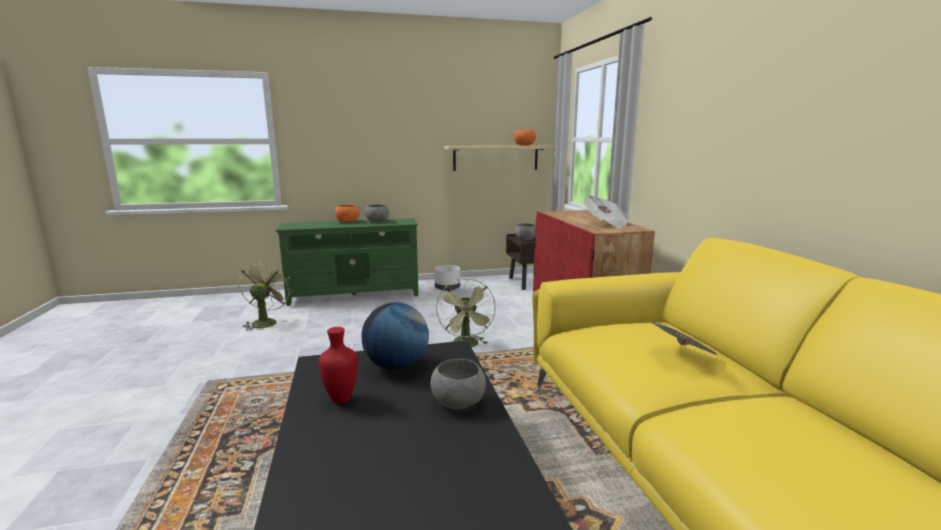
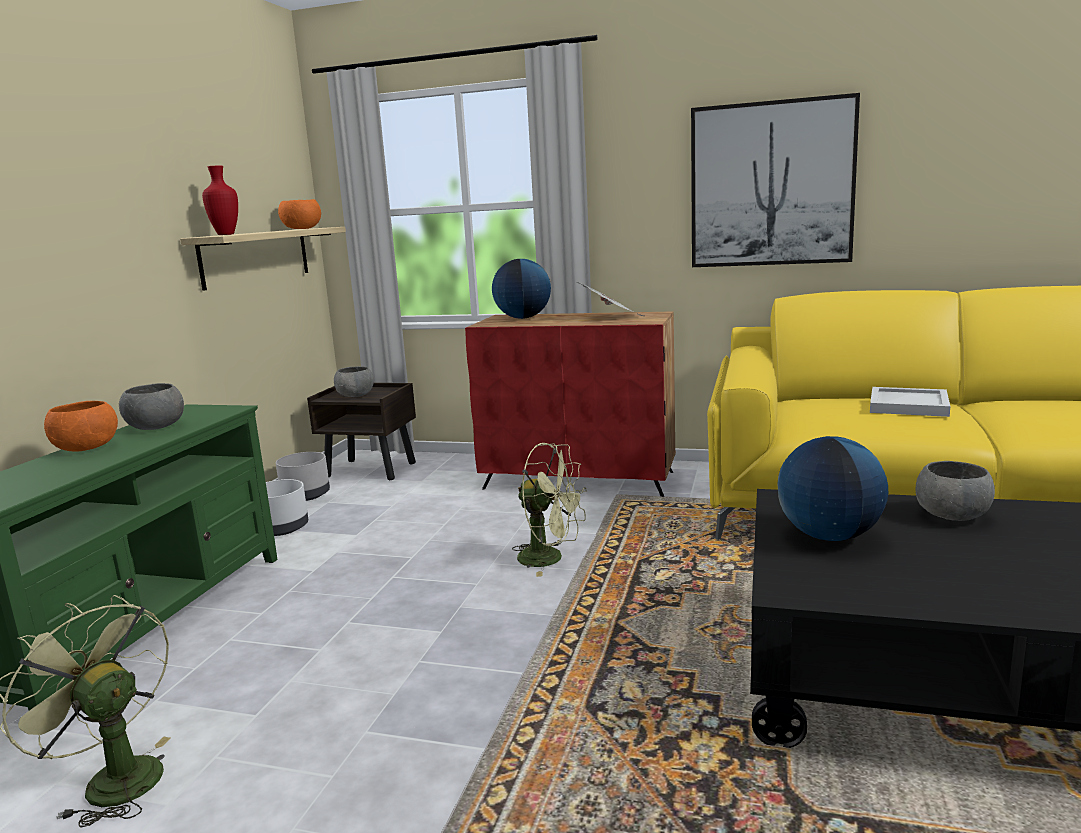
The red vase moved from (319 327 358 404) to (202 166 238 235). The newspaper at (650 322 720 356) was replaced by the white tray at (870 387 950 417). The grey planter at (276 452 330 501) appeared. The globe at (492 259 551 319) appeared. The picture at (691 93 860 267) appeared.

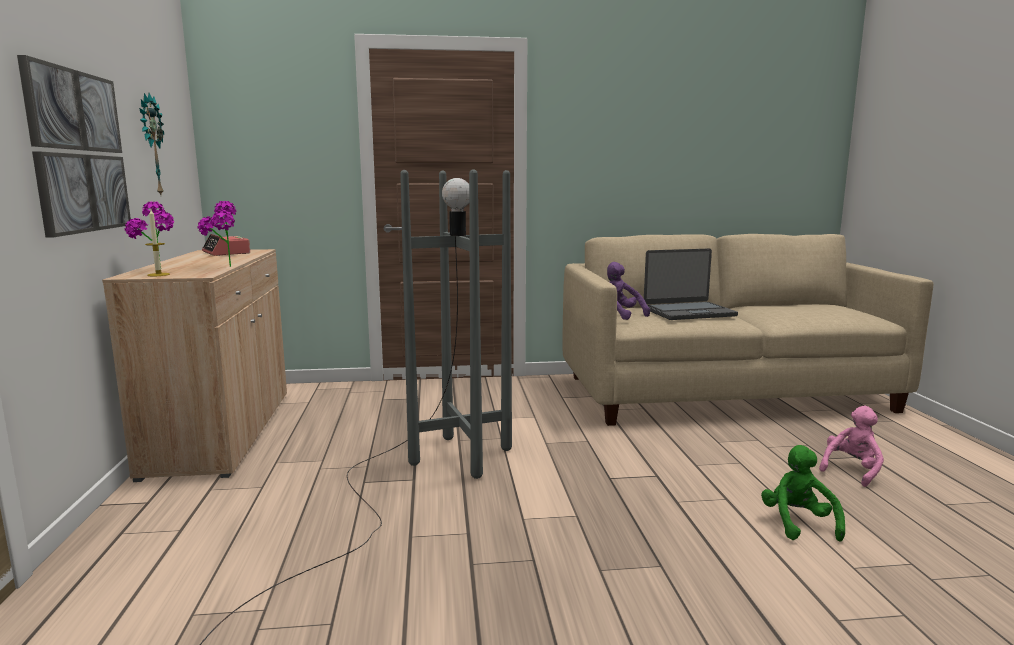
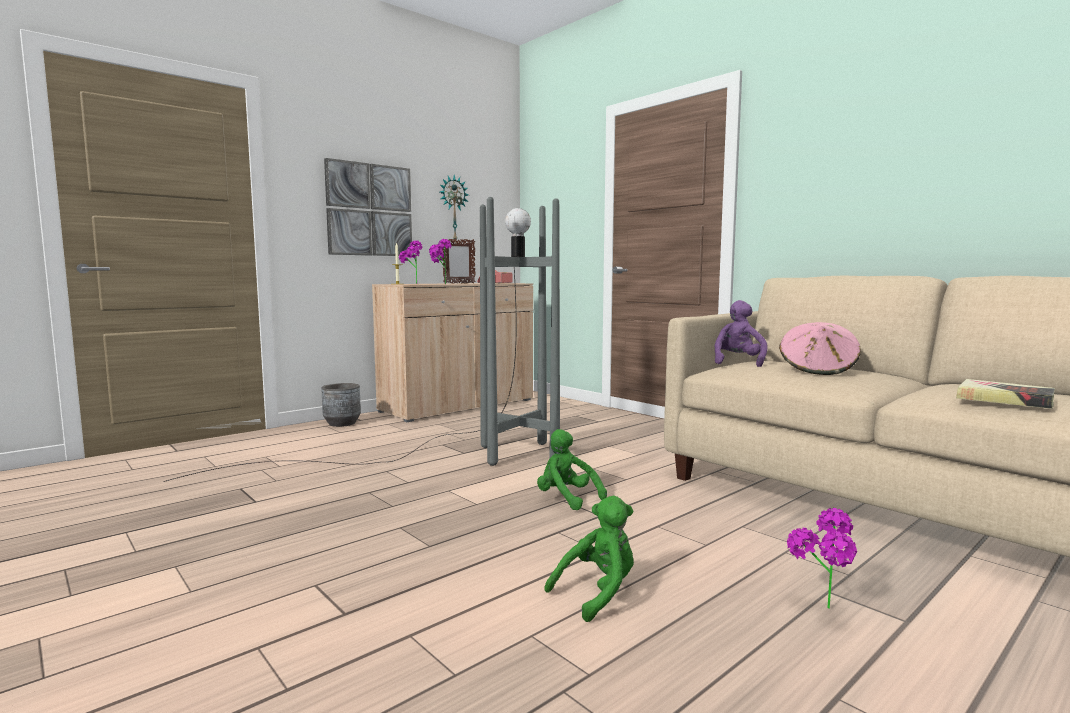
The laptop at (644 249 738 320) was replaced by the pink hat at (779 322 861 375). The pink plush toy at (819 406 884 487) was replaced by the potted plant at (787 508 857 609). The grey planter at (322 383 361 427) appeared. The picture frame at (442 239 476 284) appeared. The green plush toy at (537 429 607 511) appeared. The book at (956 379 1055 409) appeared.

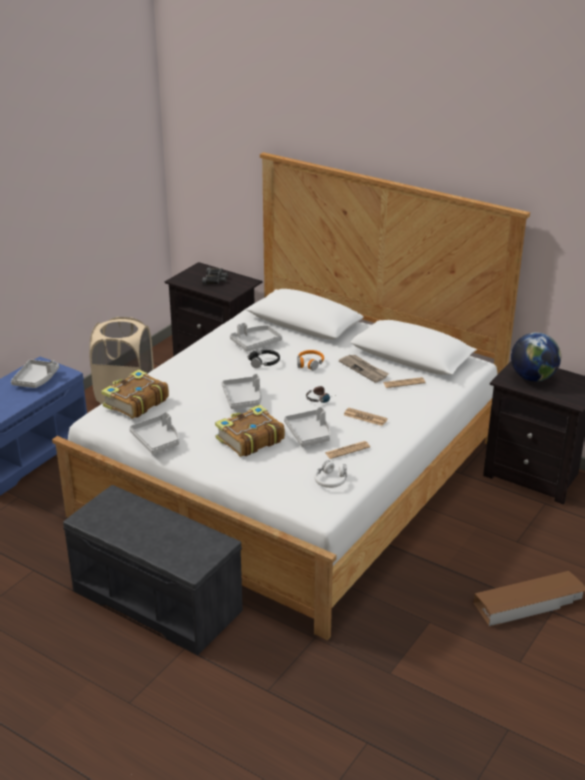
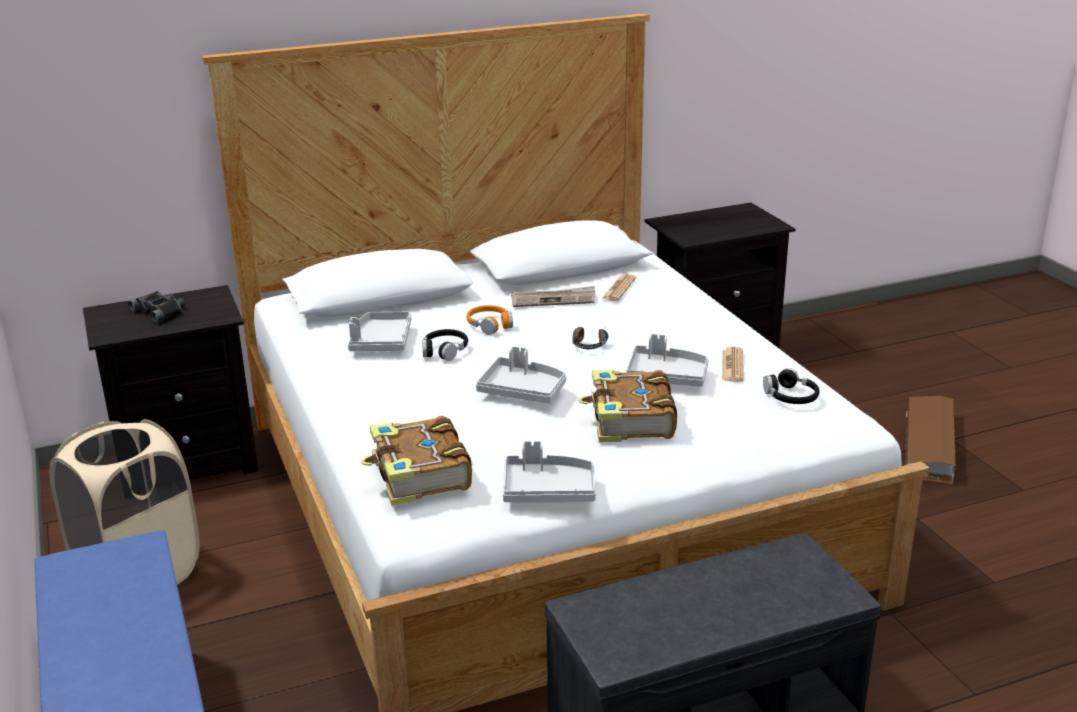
The grey tray at (11 359 59 388) disappeared. The white headphones at (314 460 347 488) became the black headphones at (763 368 819 404). The newspaper at (344 408 388 426) disappeared. The globe at (511 332 561 382) disappeared.

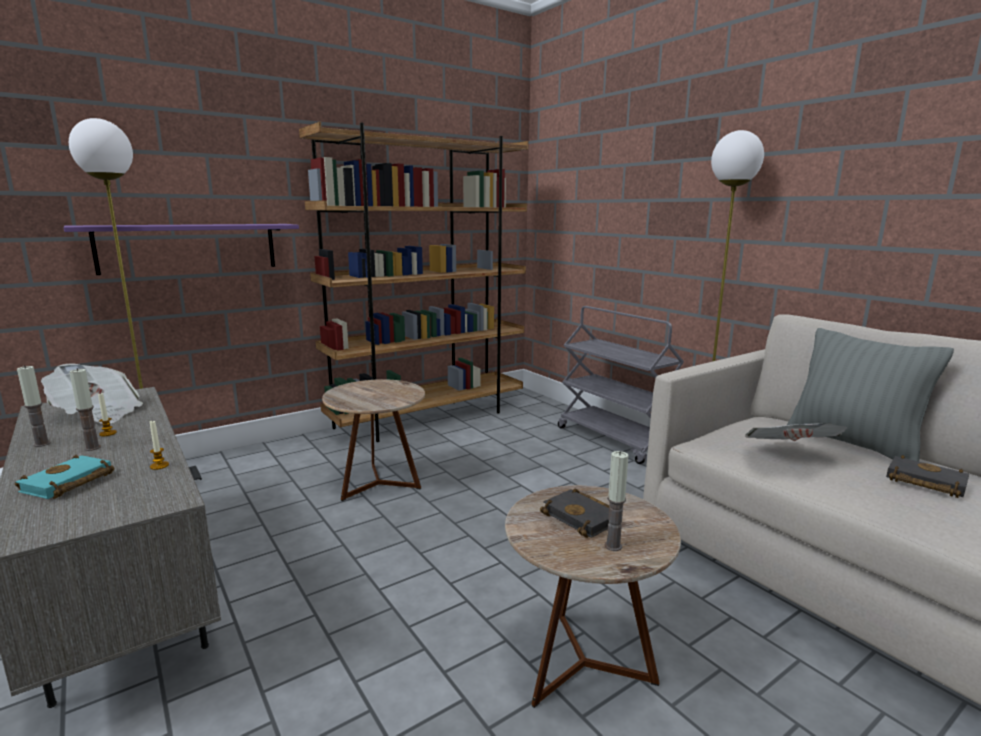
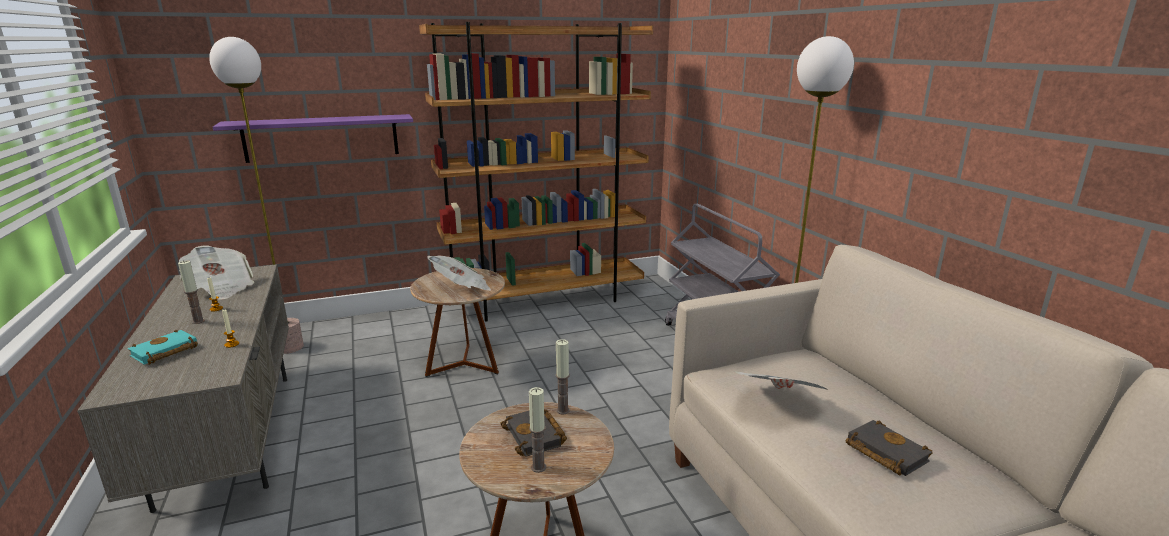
The candle moved from (17 365 51 447) to (556 339 570 414). The grey pillow at (787 328 954 461) disappeared. The newspaper at (427 256 491 291) appeared.

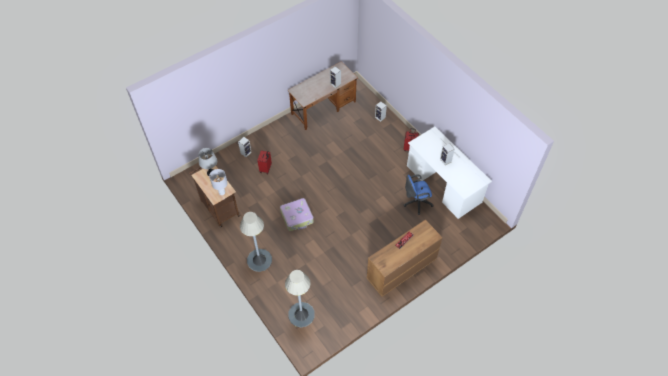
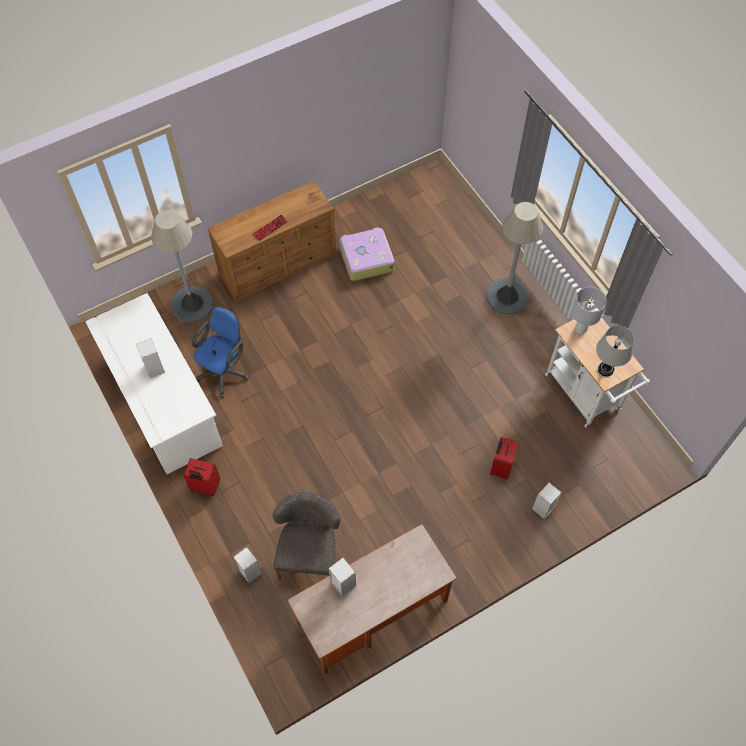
The brown cart at (189 166 240 228) became the white cart at (545 309 650 427). The suitcase moved from (280 198 314 231) to (339 227 394 281). The grey floor lamp moved from (285 270 315 327) to (151 210 214 322). The blue office chair at (404 174 434 215) turned 45 degrees counterclockwise. The grey chair at (272 492 341 580) appeared.

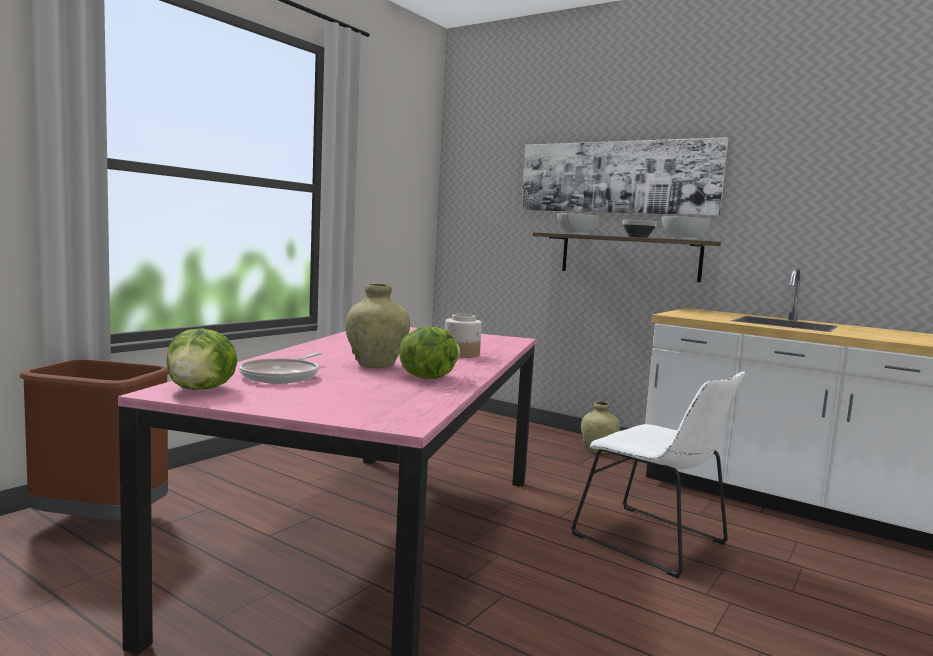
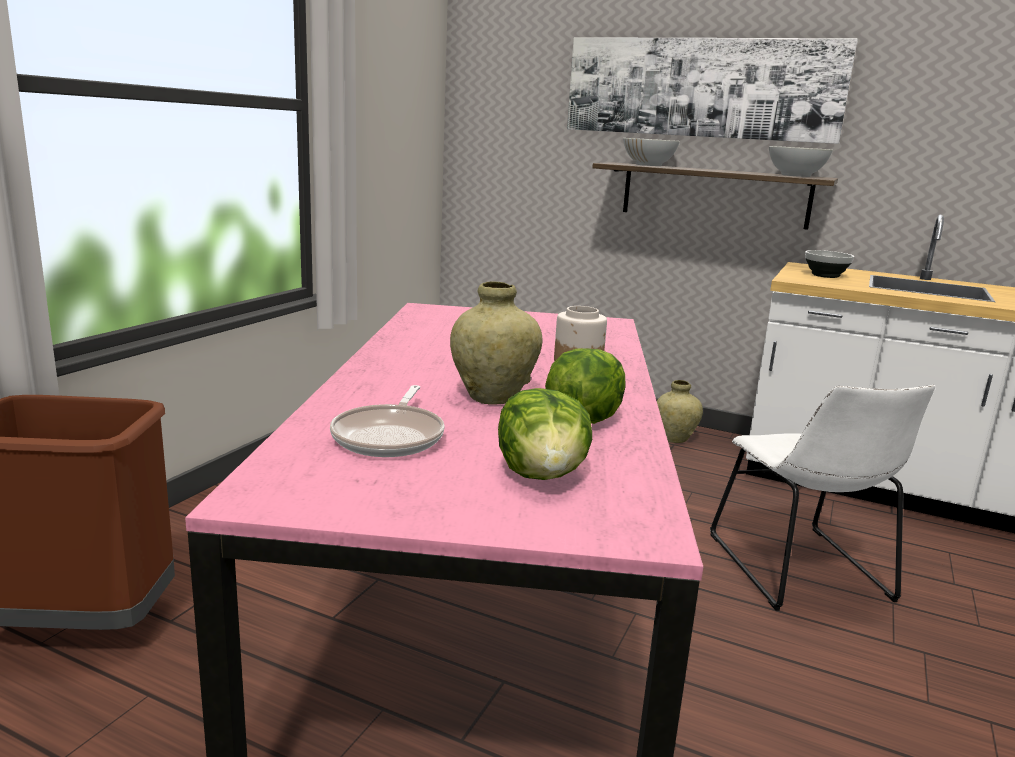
The lettuce moved from (167 328 238 390) to (498 388 592 480). The white chair at (571 371 745 578) turned 45 degrees clockwise. The bowl moved from (623 220 657 238) to (805 250 854 278).

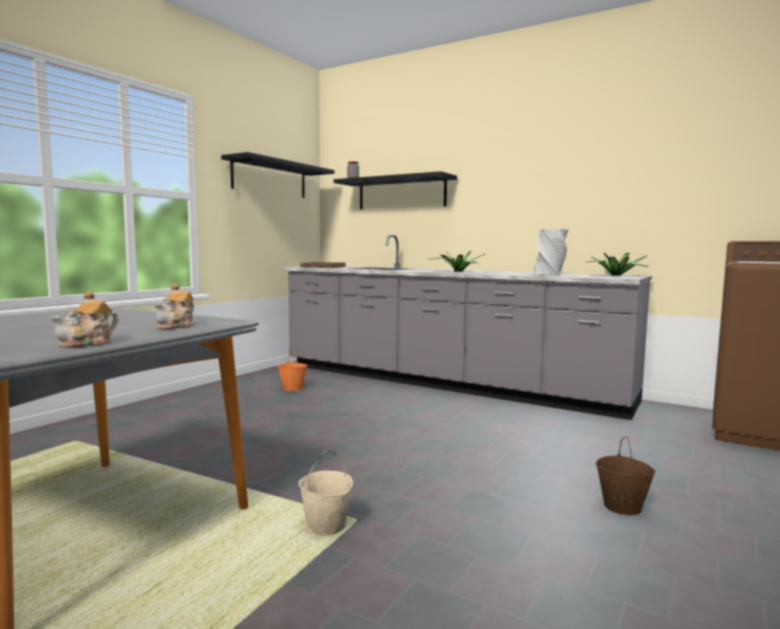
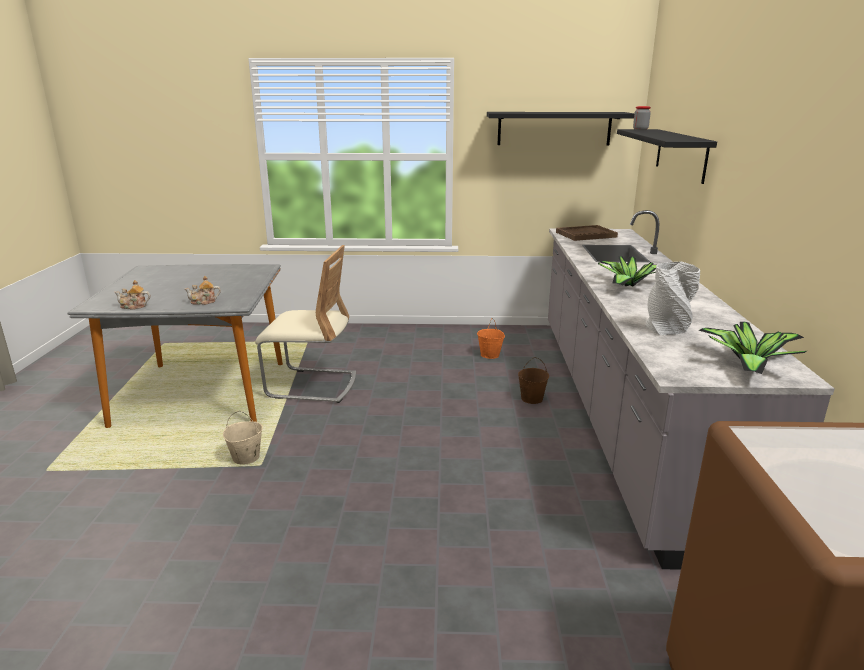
The brown bucket moved from (595 436 656 515) to (518 357 549 404). The beige chair at (255 245 356 403) appeared.

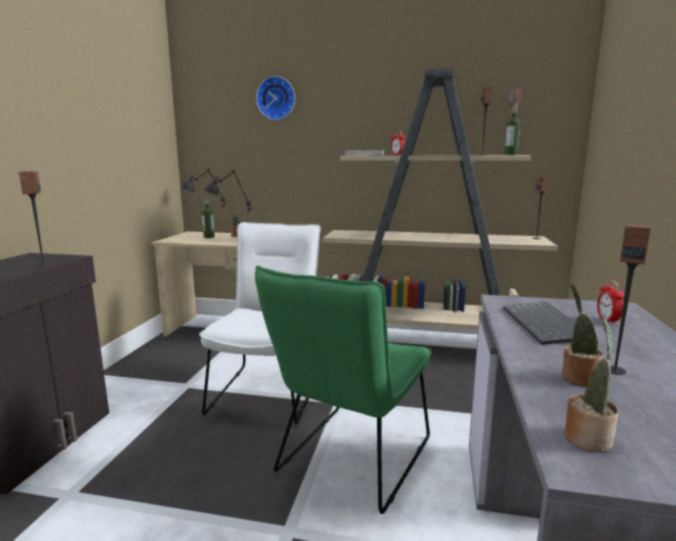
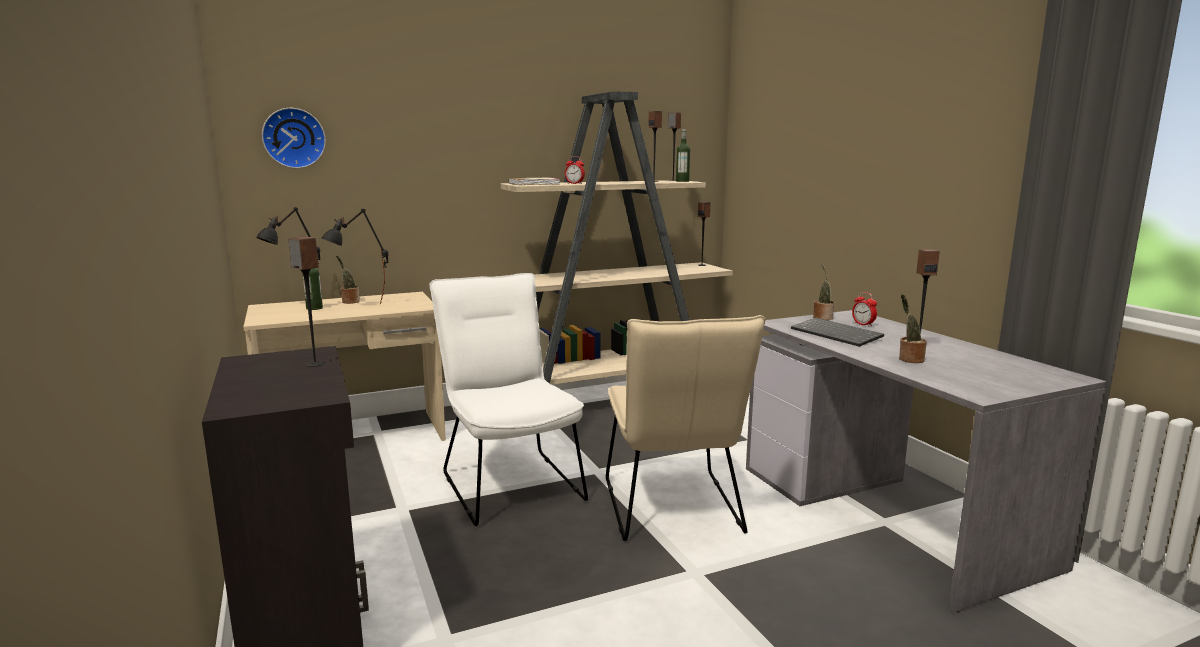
The green chair at (255 266 431 514) became the beige chair at (606 315 766 541). The wall clock moved from (256 76 295 120) to (262 108 326 168). The potted plant moved from (564 317 618 452) to (813 264 834 320).

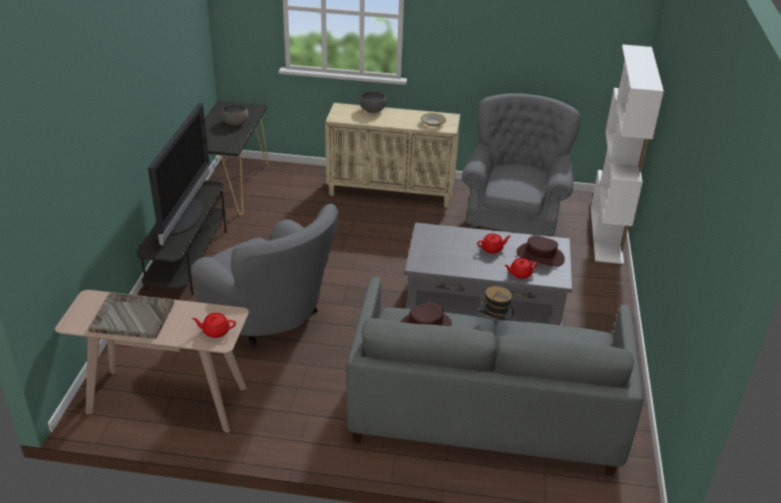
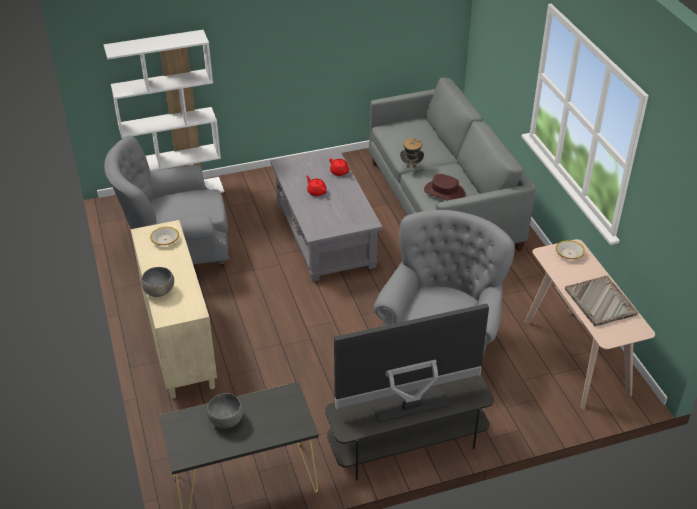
The red teapot at (192 313 236 338) was replaced by the bowl at (556 240 585 259). The brown hat at (516 235 565 267) disappeared.

